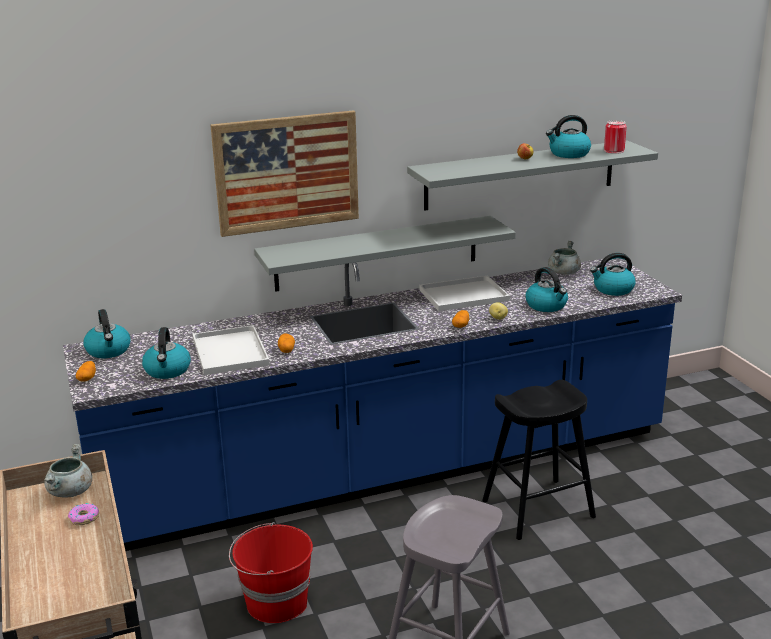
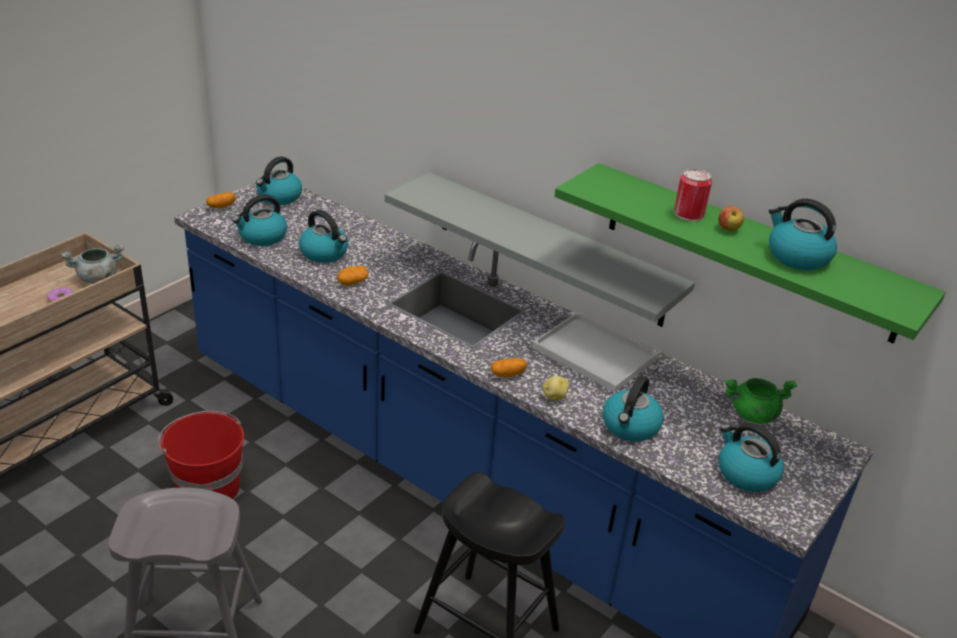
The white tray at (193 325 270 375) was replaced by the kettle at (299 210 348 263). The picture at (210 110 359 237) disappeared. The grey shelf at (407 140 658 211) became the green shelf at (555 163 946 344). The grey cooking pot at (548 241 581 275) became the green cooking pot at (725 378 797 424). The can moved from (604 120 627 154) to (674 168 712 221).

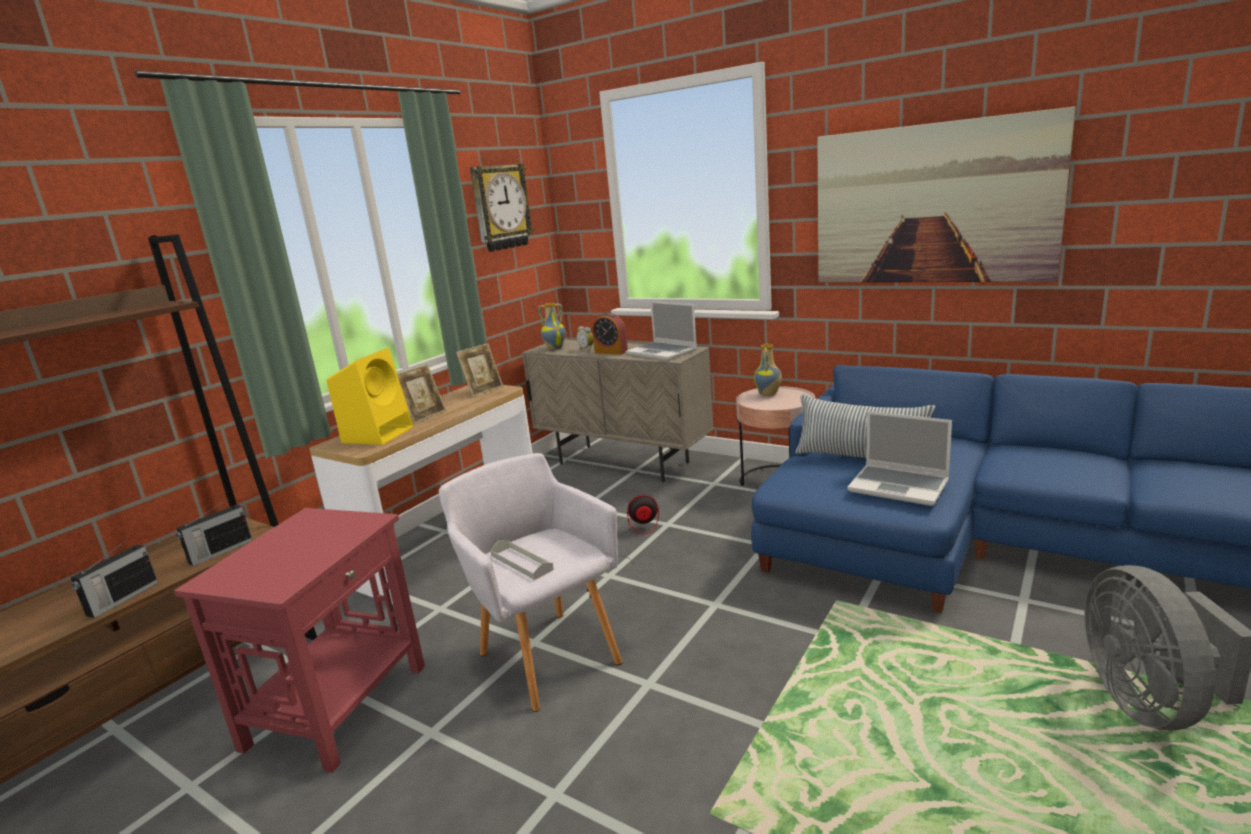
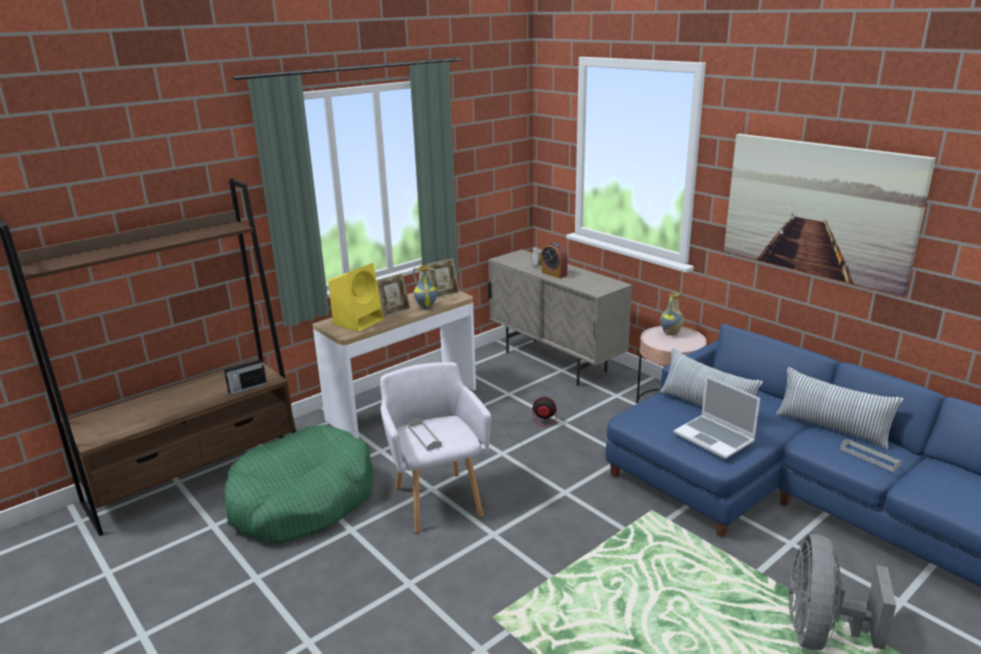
The radio at (71 539 158 618) disappeared. The red side table at (174 508 425 773) was replaced by the green dog bed at (225 425 374 543). The wall clock at (470 164 534 252) disappeared. The vase moved from (538 303 566 350) to (413 266 437 309). The laptop at (626 301 697 361) disappeared. The pillow at (776 367 903 450) appeared. The grey tray at (840 439 902 472) appeared.

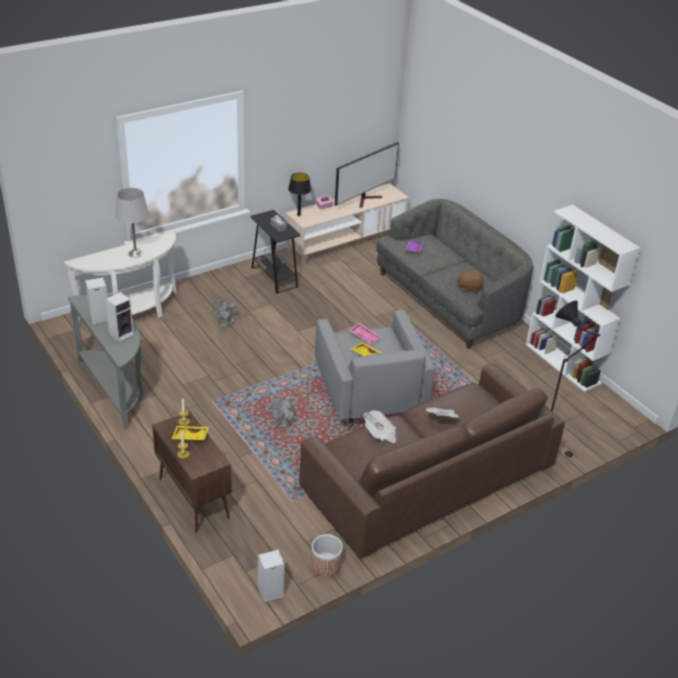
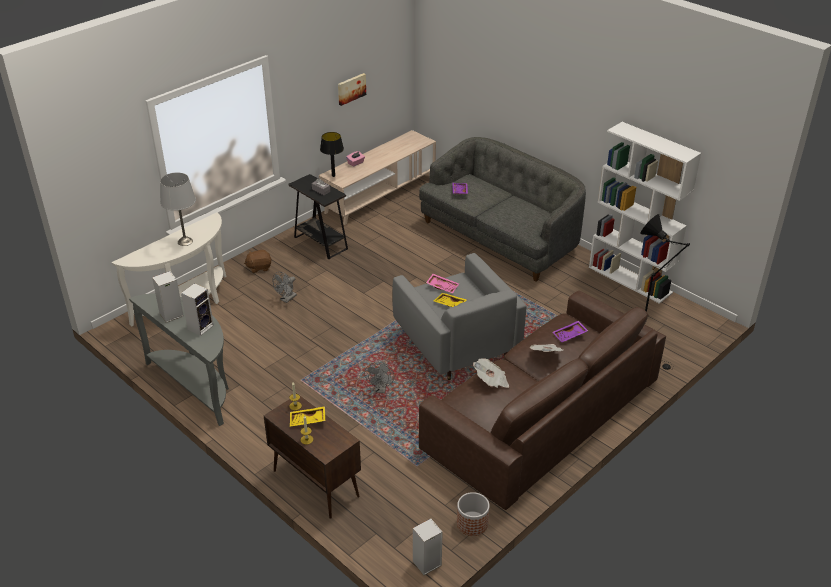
The television at (335 142 399 208) disappeared. The brown plush toy moved from (456 269 484 293) to (244 250 272 273). The picture at (338 73 366 106) appeared. The purple tray at (552 321 588 342) appeared.

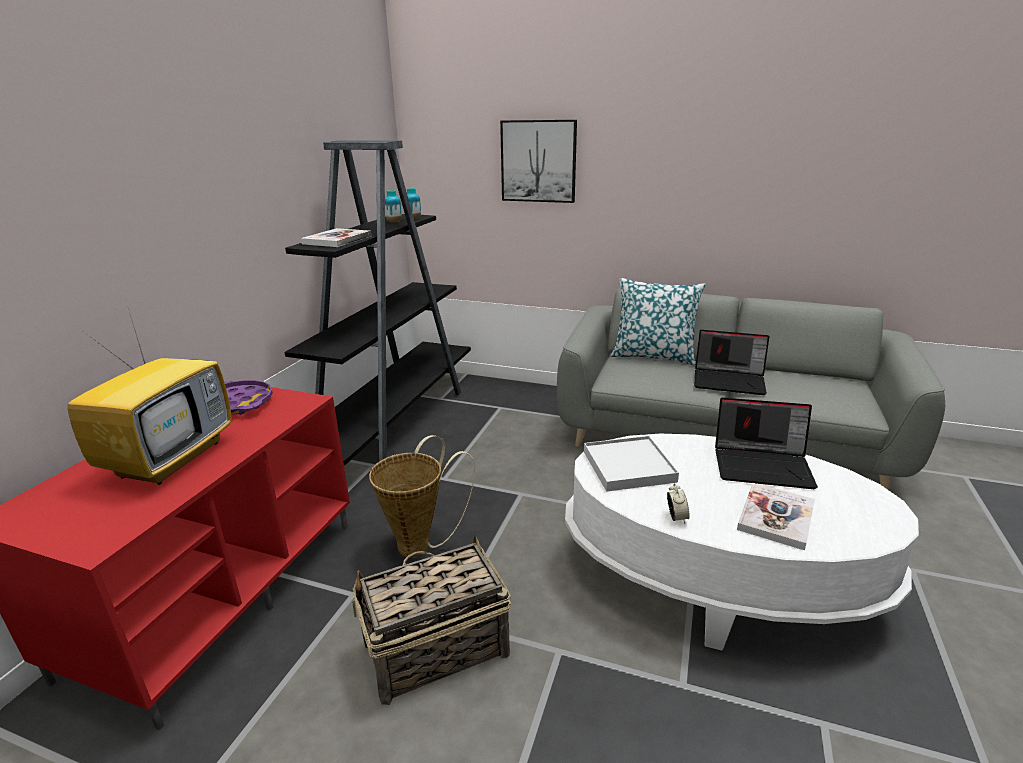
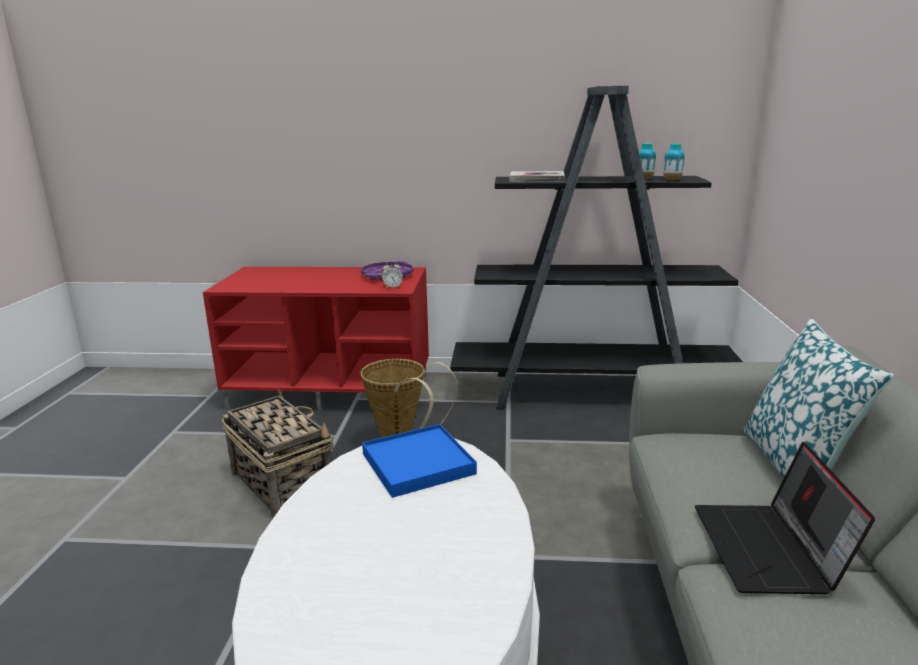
The television at (67 298 232 485) disappeared. The picture at (500 120 577 203) disappeared. The white tray at (584 436 679 492) became the blue tray at (362 424 477 498). The alarm clock moved from (667 483 690 524) to (382 261 403 289). The laptop at (715 398 818 489) disappeared. The book at (737 483 815 550) disappeared.

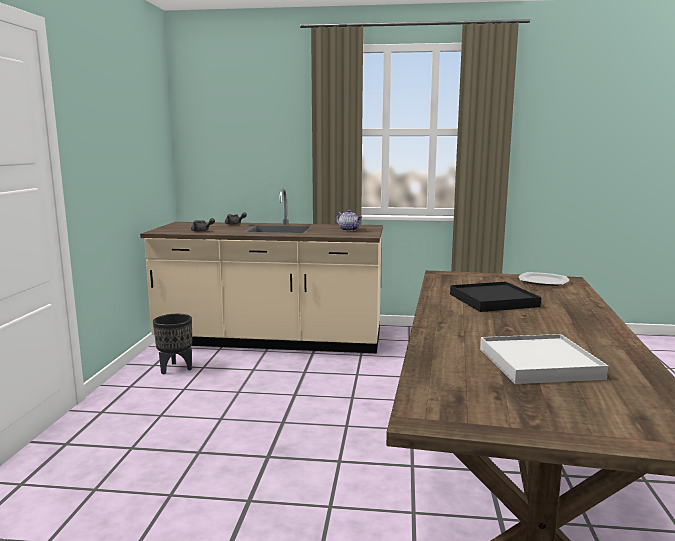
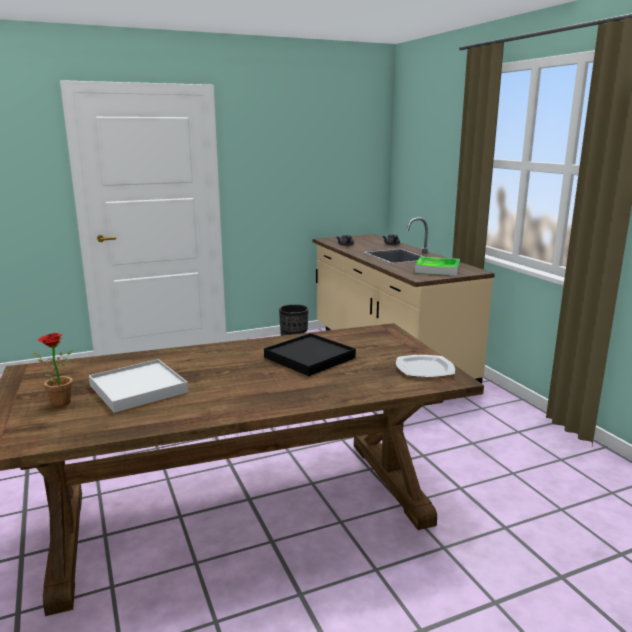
The teapot at (336 210 362 231) was replaced by the tray at (415 257 460 276). The potted plant at (33 333 73 407) appeared.

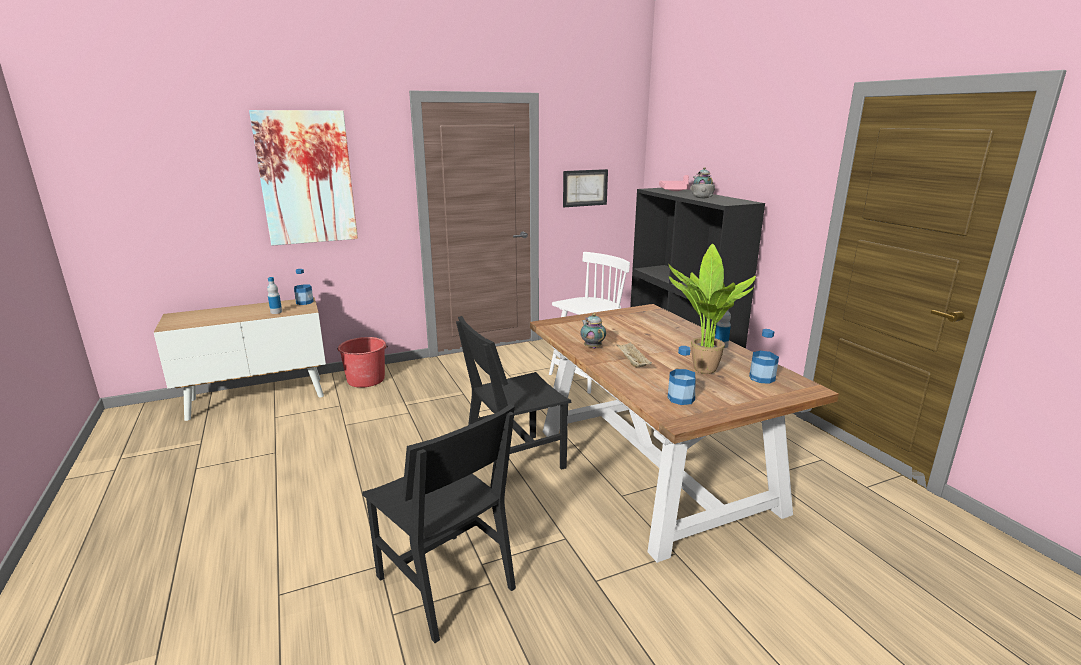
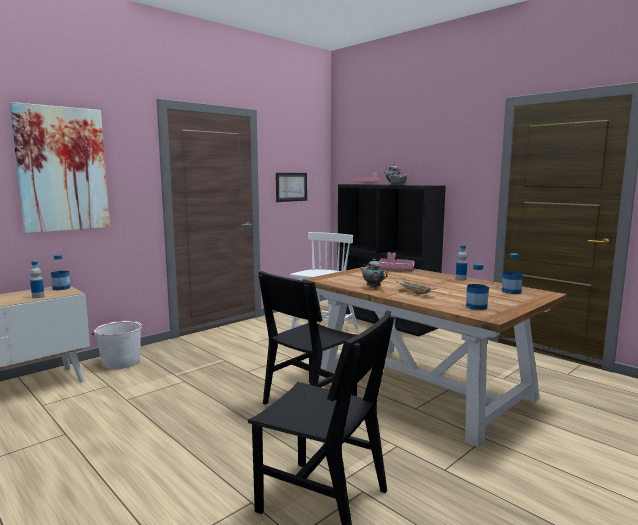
The red bucket at (337 337 388 388) became the white bucket at (92 321 143 369). The potted plant at (668 244 756 374) disappeared. The pink tray at (379 253 415 270) appeared.

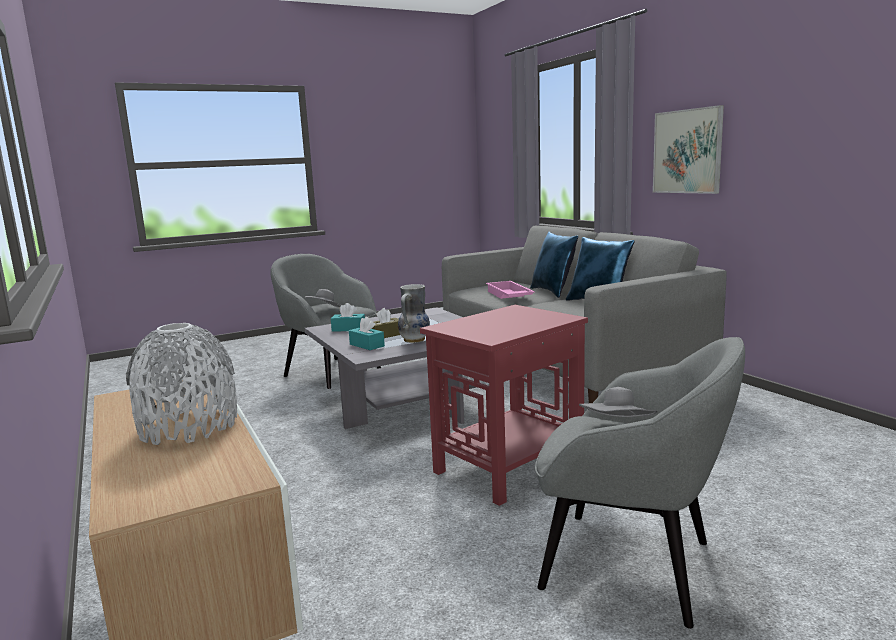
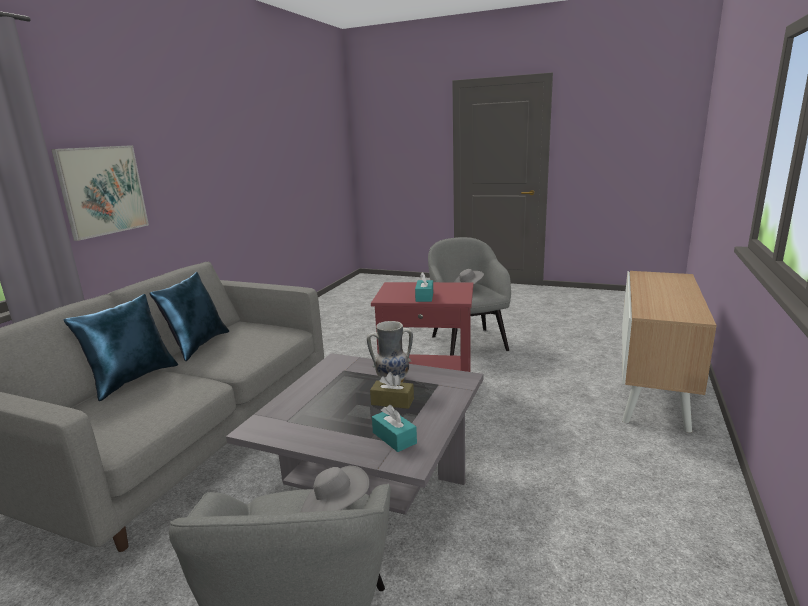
The grey vase at (126 323 237 445) disappeared. The turquoise tissue box moved from (349 317 385 350) to (415 272 433 302). The pink tray at (486 281 535 299) disappeared.

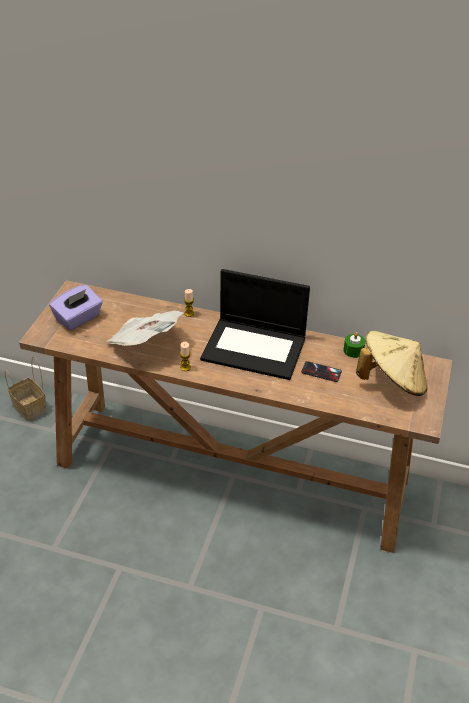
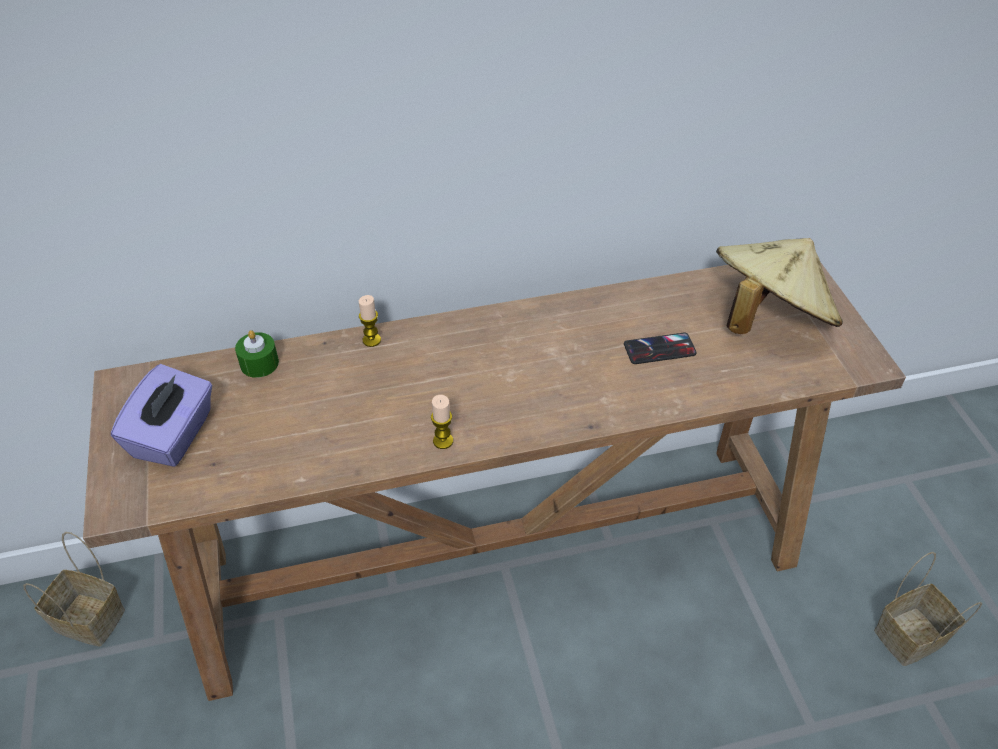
The newspaper at (106 310 184 346) disappeared. The laptop at (200 269 310 380) disappeared. The green candle moved from (343 332 366 358) to (235 330 279 378). The basket at (874 552 982 666) appeared.

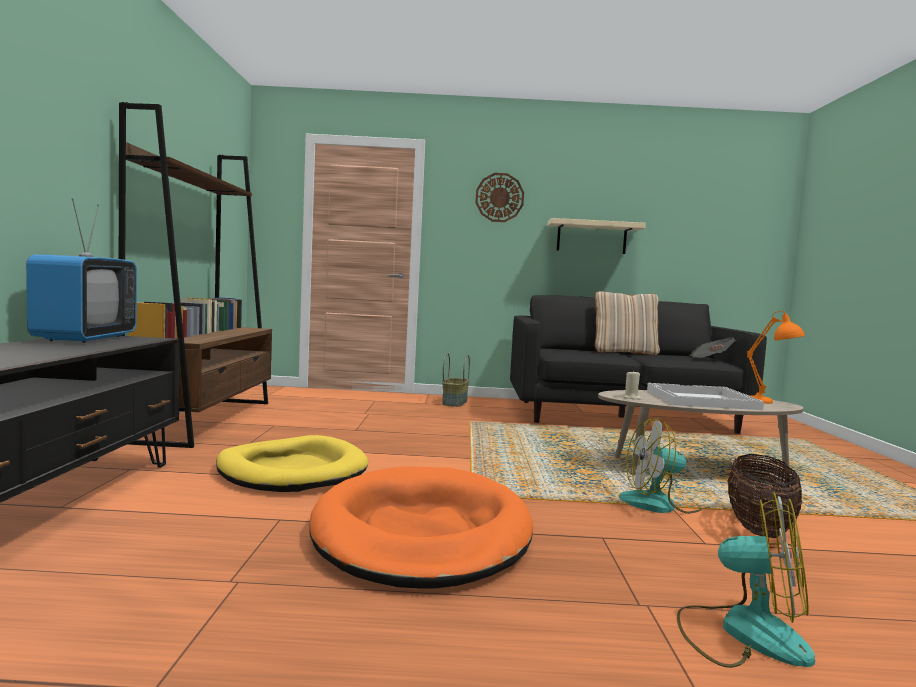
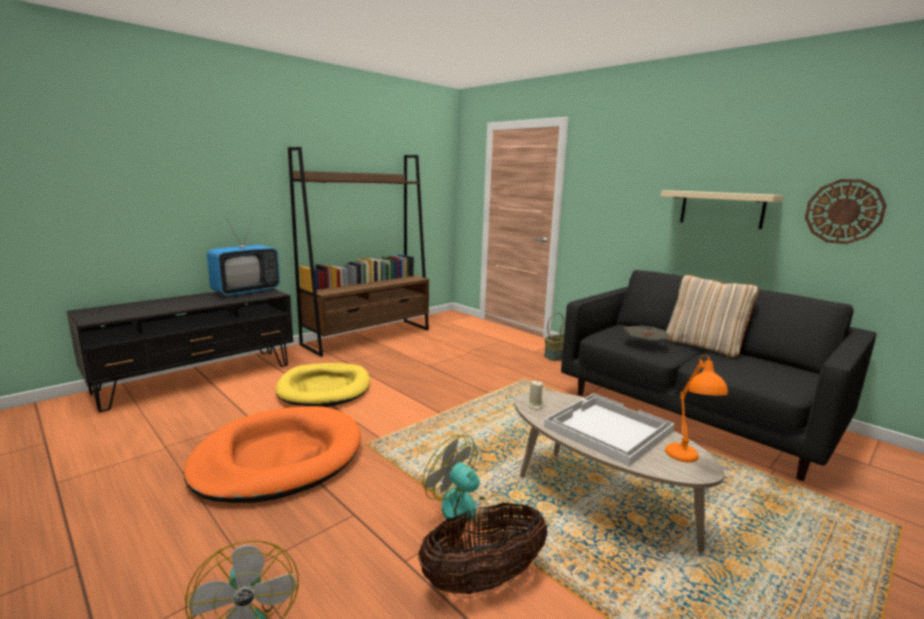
The wall clock moved from (475 173 524 222) to (805 179 887 244). The newspaper moved from (689 338 736 358) to (623 326 670 340).

